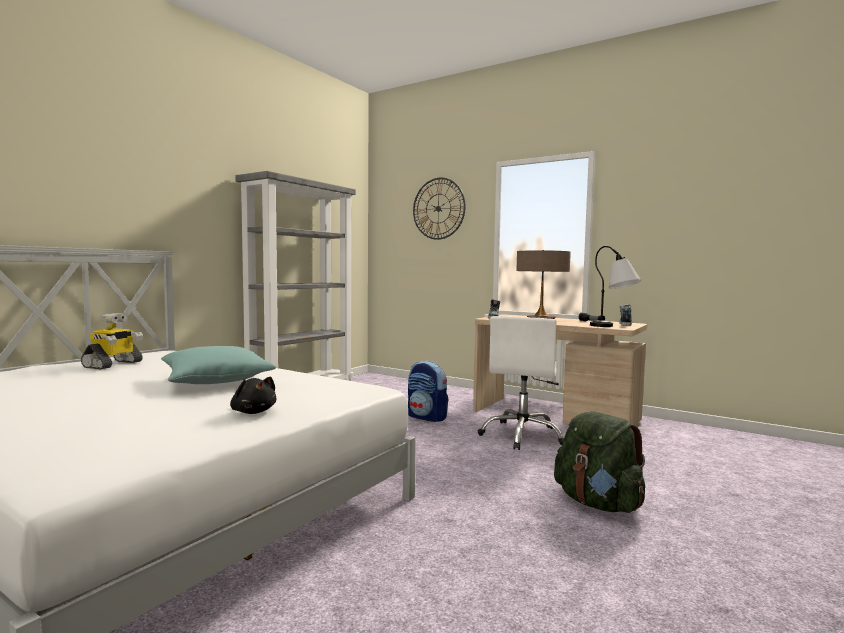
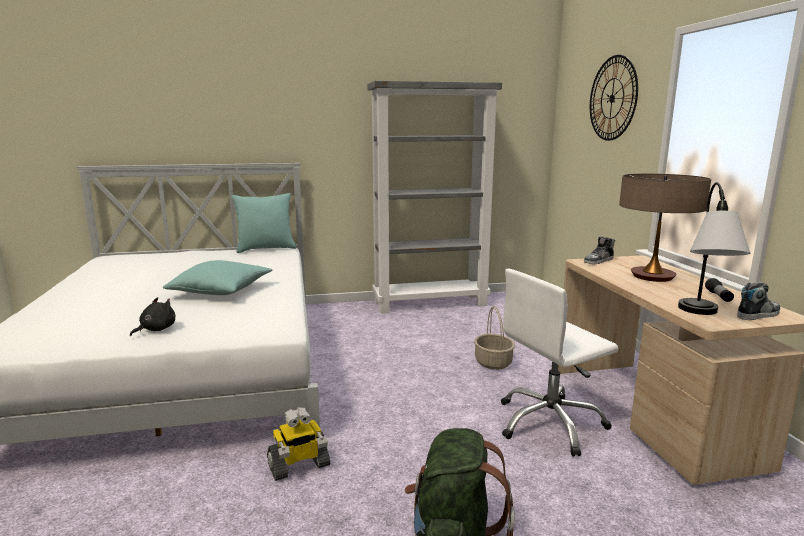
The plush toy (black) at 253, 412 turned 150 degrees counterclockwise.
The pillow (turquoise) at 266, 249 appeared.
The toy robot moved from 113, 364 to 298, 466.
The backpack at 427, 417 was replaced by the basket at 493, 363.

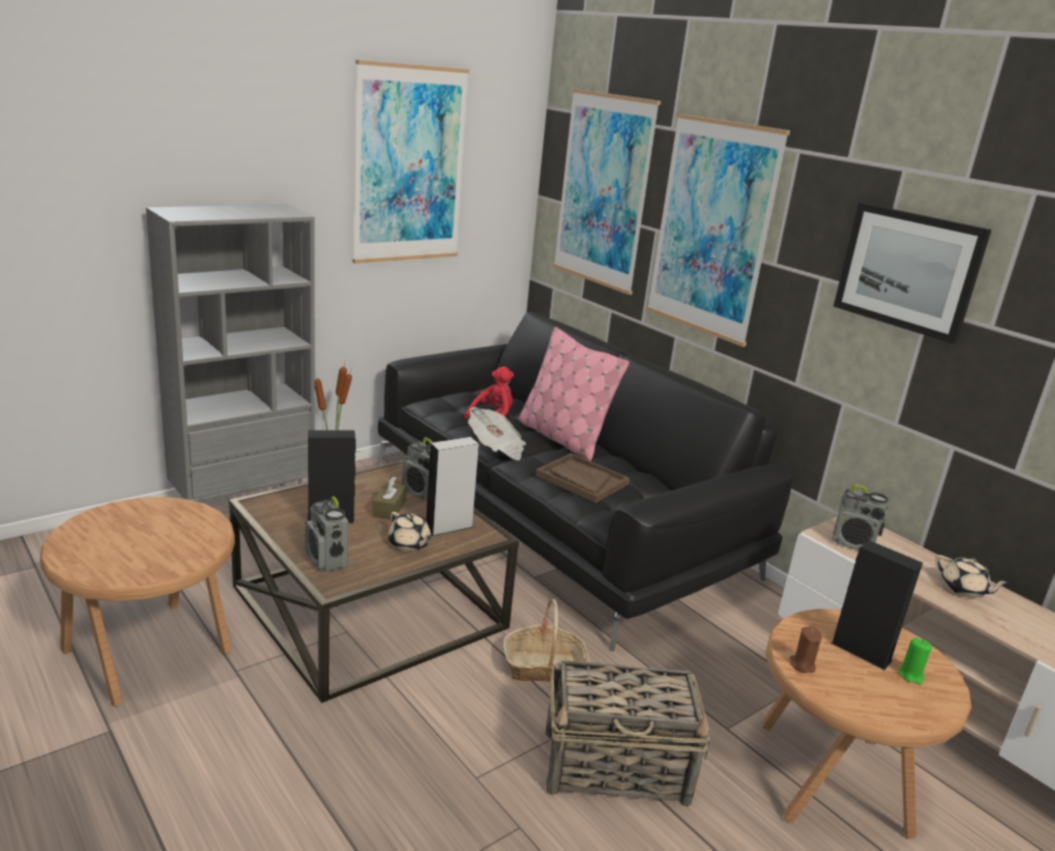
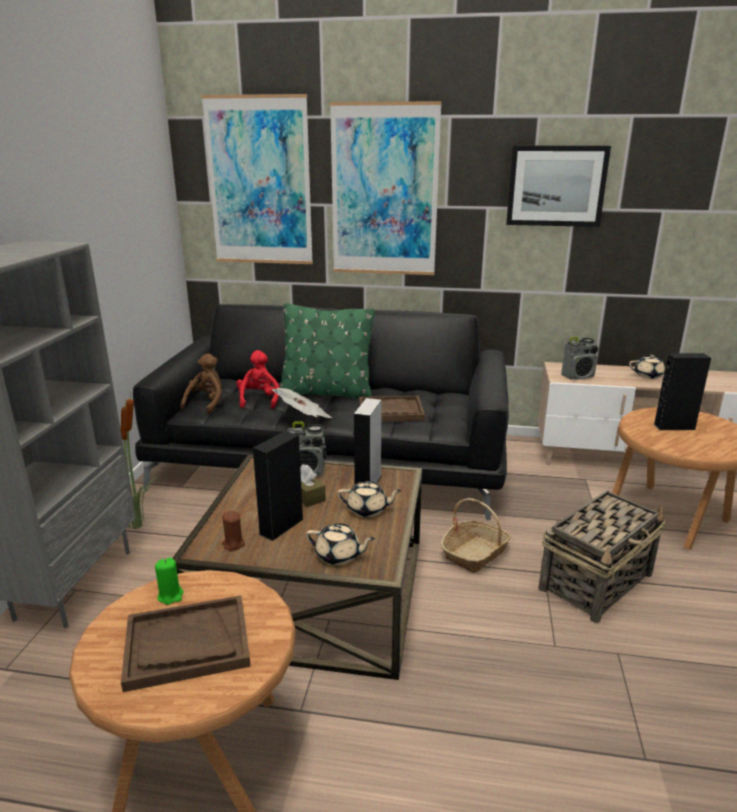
The tray (brown) at 187, 644 appeared.
The candle (green) moved from 911, 675 to 170, 596.
The plush toy (brown) at 207, 404 appeared.
The candle (brown) moved from 802, 665 to 233, 544.
The pillow (pink) at 563, 438 became the pillow (green) at 326, 392.
The radio at 326, 560 was replaced by the teapot (beige) at 339, 556.
The picture at 409, 165 disappeared.

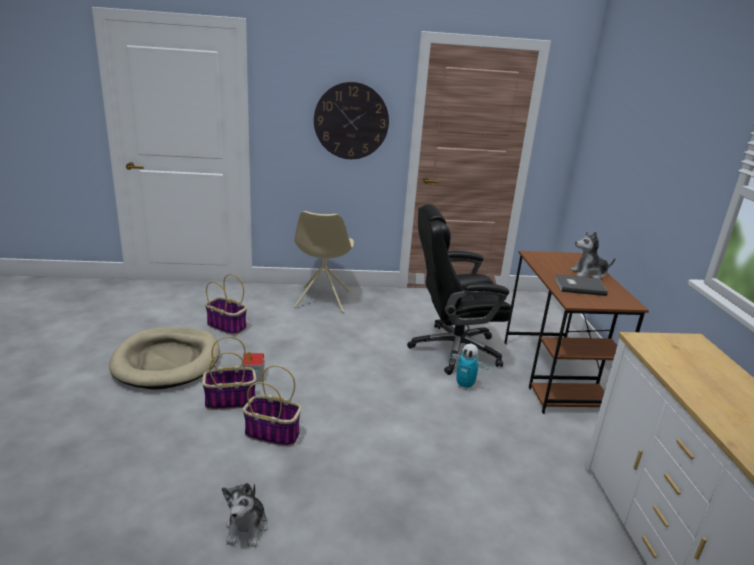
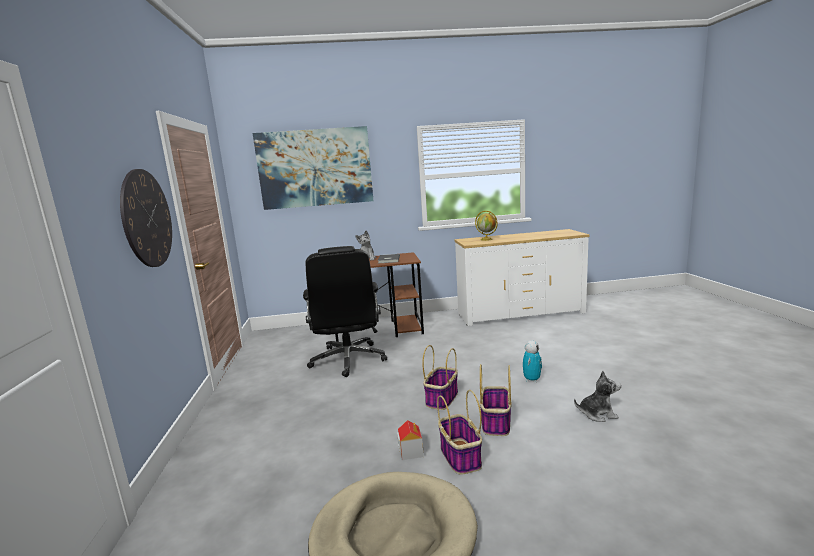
The picture at 315, 168 appeared.
The basket moved from 227, 326 to 442, 398.
The globe at 487, 239 appeared.
The toy robot moved from 464, 386 to 532, 380.
The chair (beige) at 322, 300 disappeared.

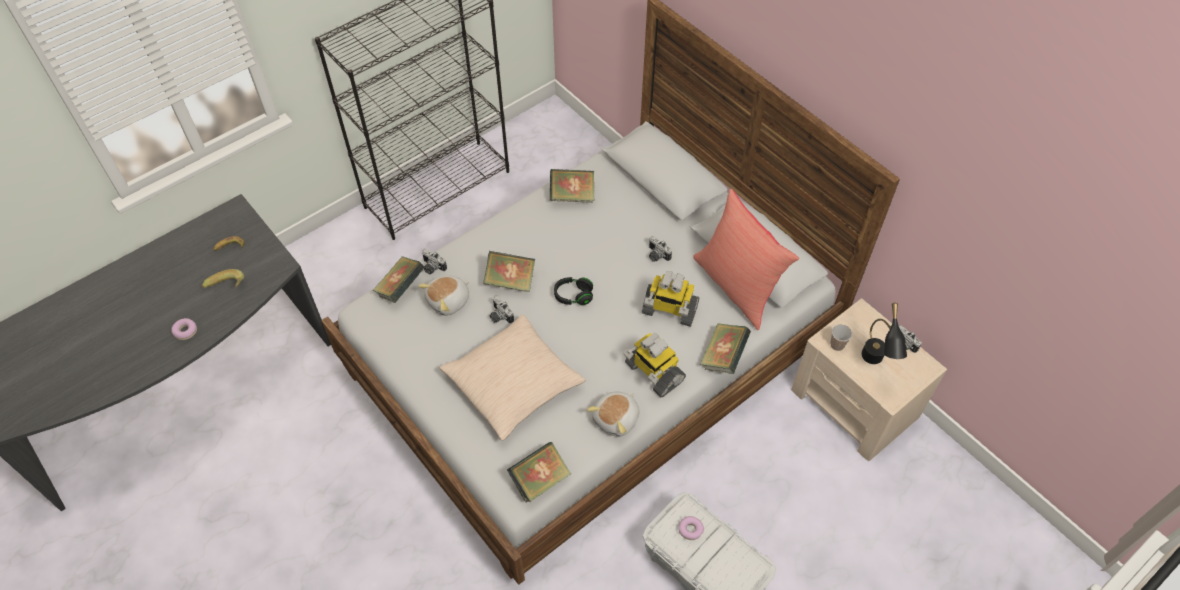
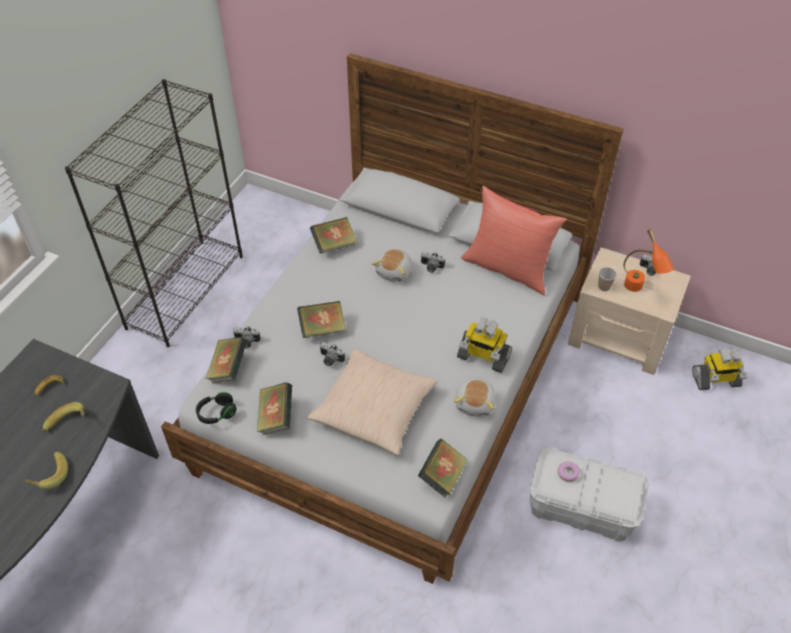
The donut at 185, 331 was replaced by the banana at 48, 476.
The headphones (black) moved from 573, 296 to 217, 413.
The book moved from 723, 357 to 276, 417.
The plush toy moved from 449, 301 to 395, 272.
The table lamp (black) at 874, 364 became the table lamp (orange) at 638, 291.
The toy robot moved from 669, 310 to 715, 380.

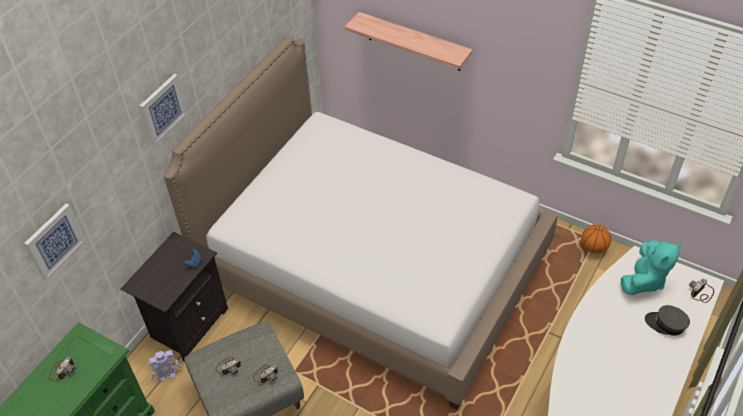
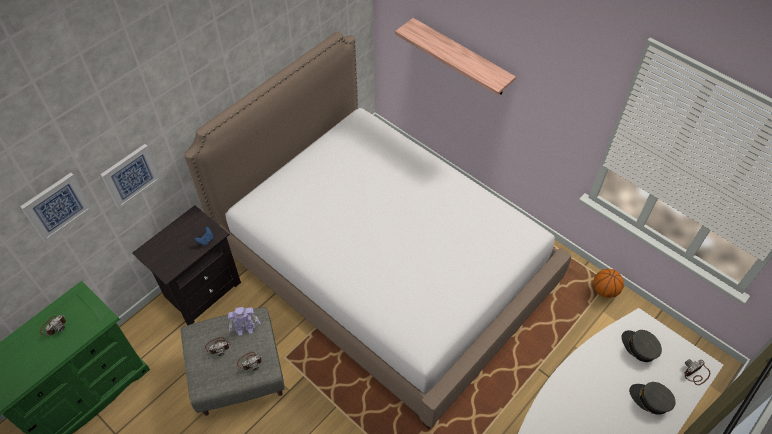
The picture moved from 162, 109 to 130, 175.
The toy robot moved from 167, 374 to 245, 329.
The plush toy (turquoise) at 644, 280 was replaced by the cap (grey) at 639, 347.

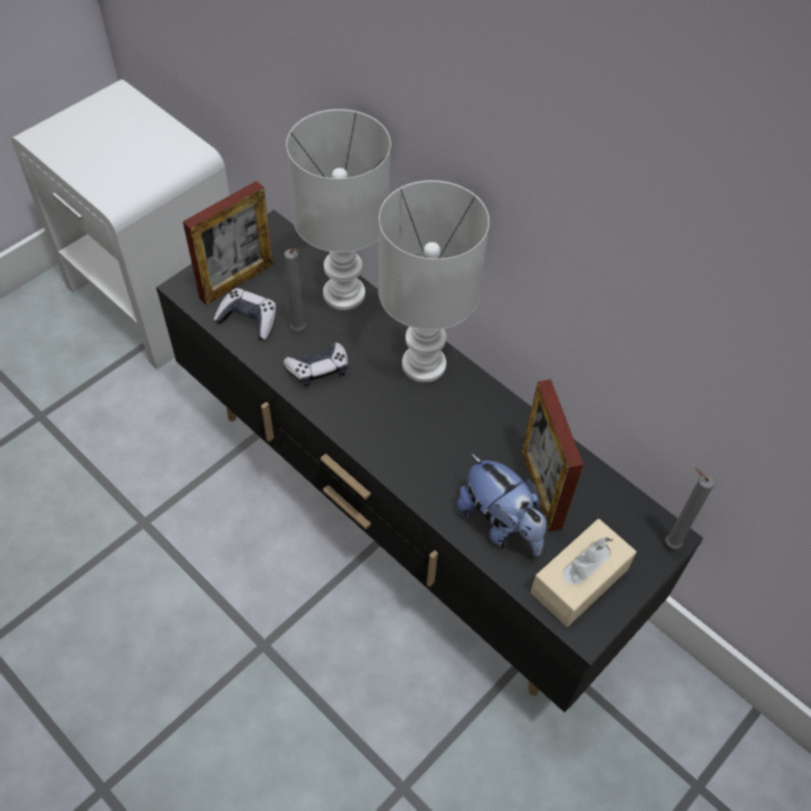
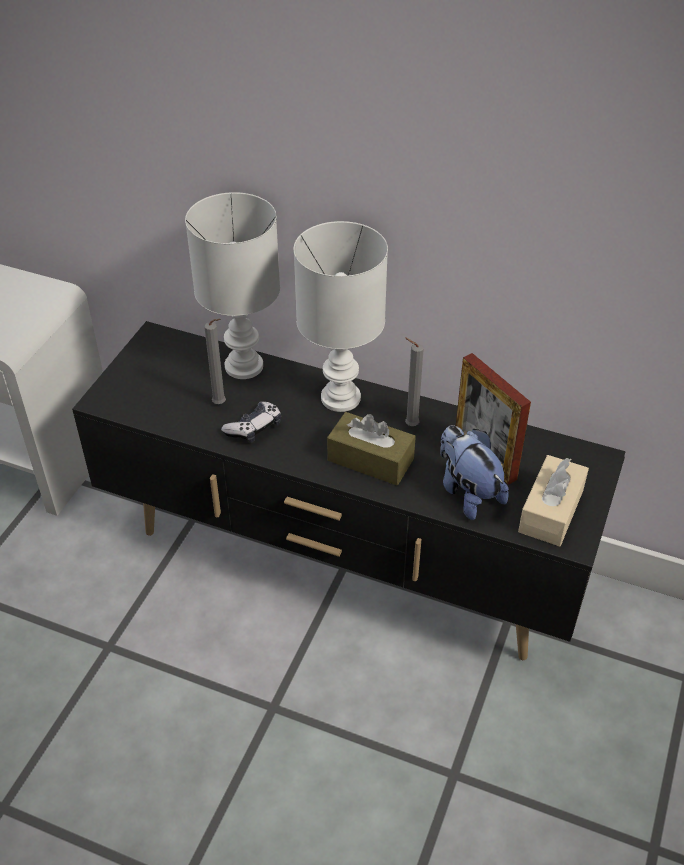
The tissue box (brown) at 370, 460 appeared.
The candle (grey) moved from 669, 543 to 409, 425.
The plush toy at 500, 524 turned 150 degrees counterclockwise.
The picture frame at 236, 281 disappeared.
The game controller at 248, 320 disappeared.

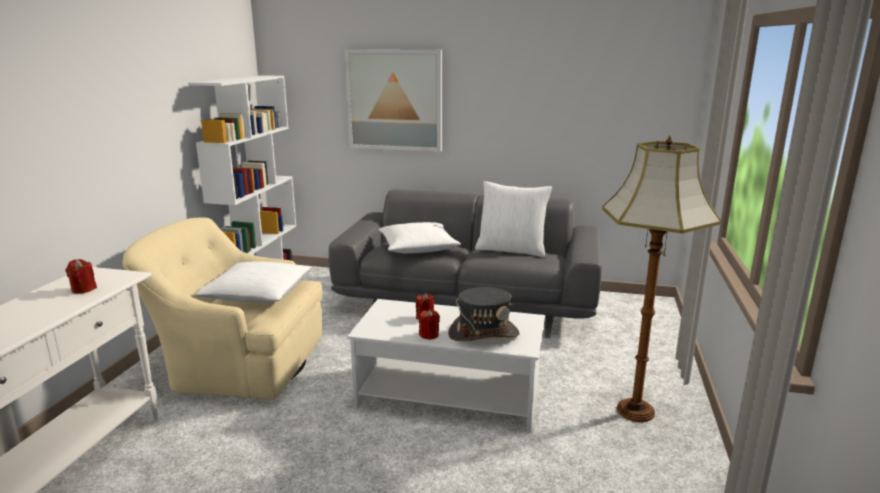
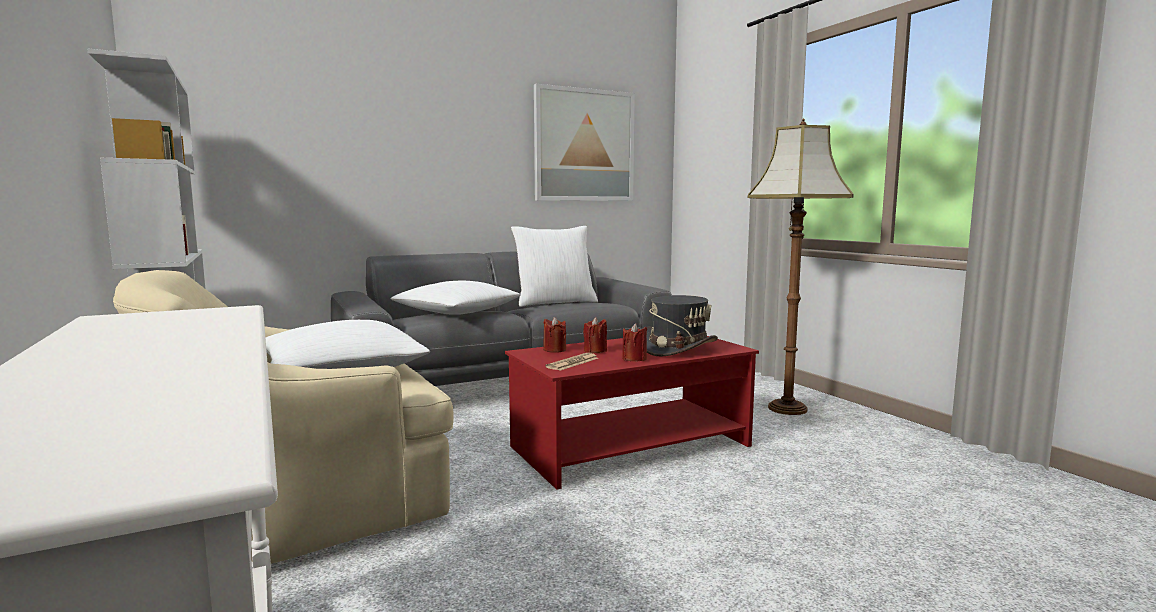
The coffee table (white) at 450, 394 became the coffee table (red) at 632, 446.
The picture moved from 394, 100 to 584, 145.
The candle (red) moved from 84, 289 to 554, 350.
The newspaper at 572, 363 appeared.

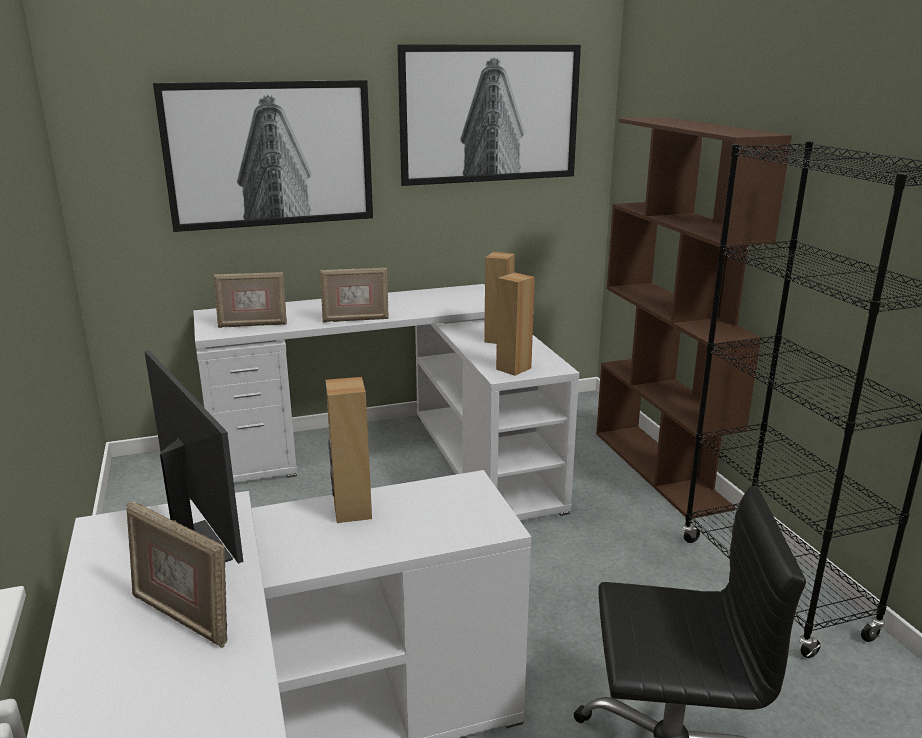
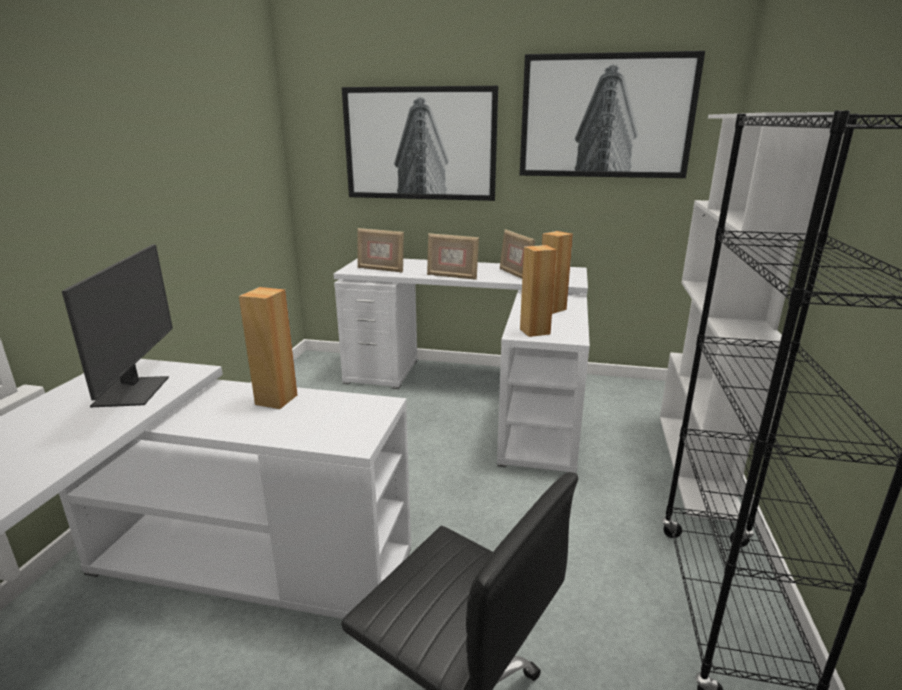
The picture frame moved from 182, 617 to 515, 274.
The bookcase (brown) at 660, 469 became the bookcase (white) at 698, 463.

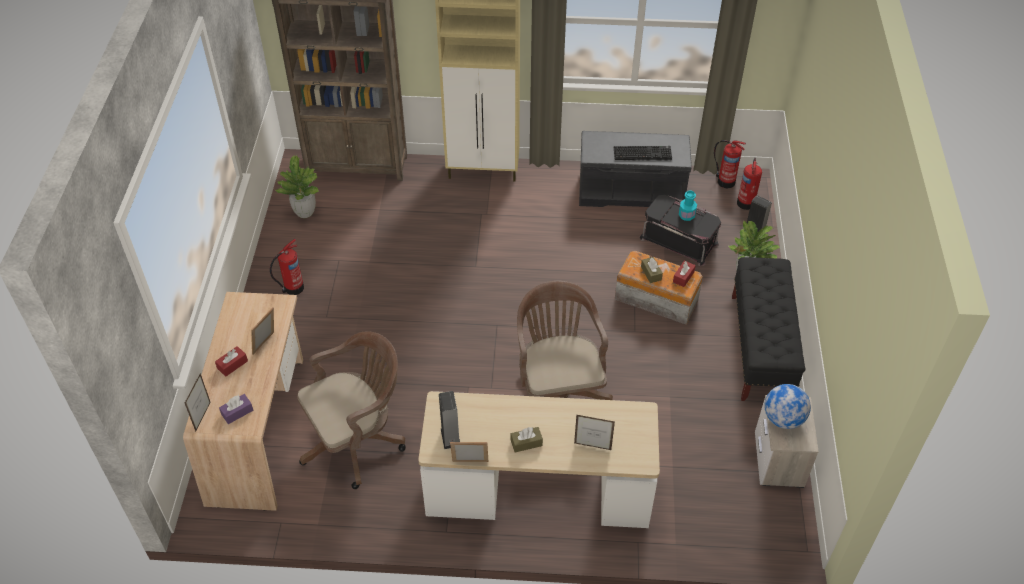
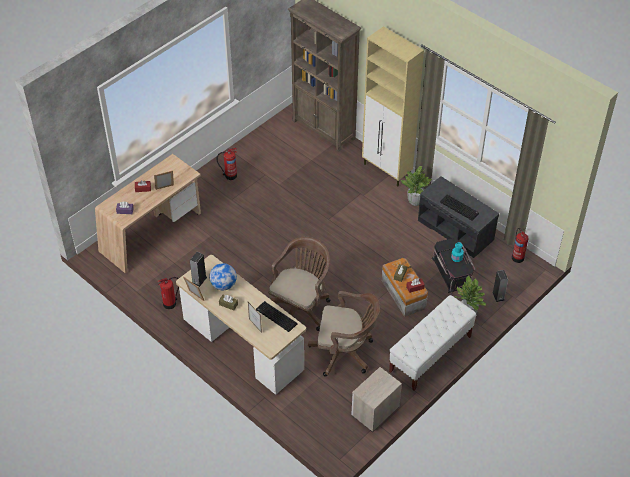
The fire extinguisher moved from 746, 202 to 170, 303.
The globe moved from 783, 419 to 223, 285.
The keyboard at 275, 317 appeared.
The office chair (brown) moved from 357, 440 to 345, 352.
The bench (black) at 760, 348 became the bench (white) at 430, 354.
The potted plant moved from 305, 212 to 415, 202.
The picture frame at 203, 416 disappeared.

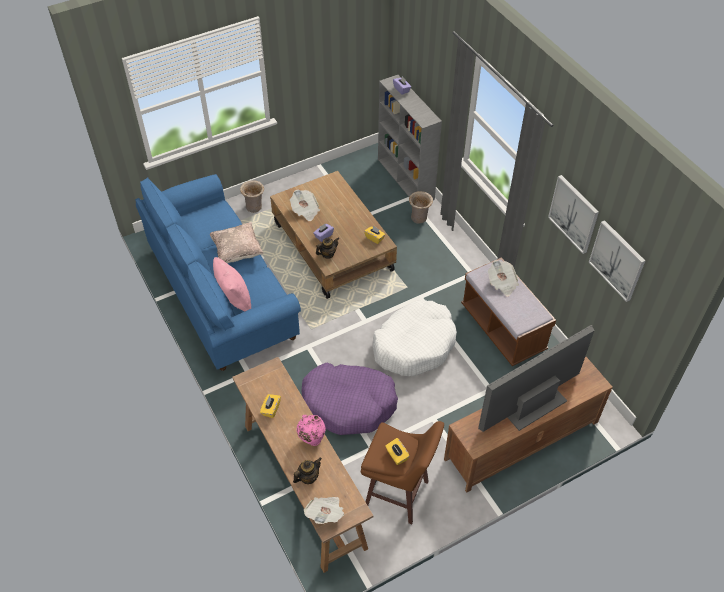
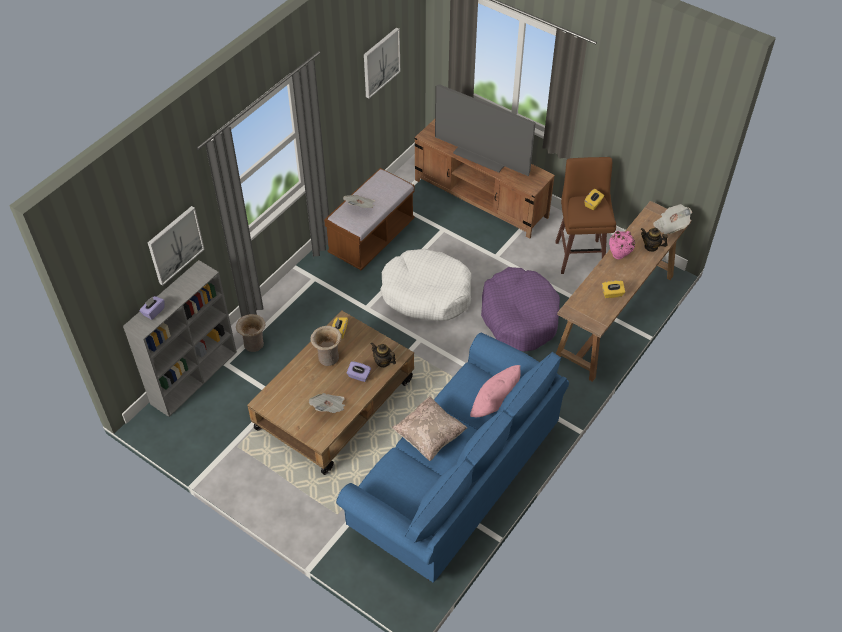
The picture moved from 574, 214 to 175, 245.
The vase (beige) moved from 254, 207 to 327, 357.

